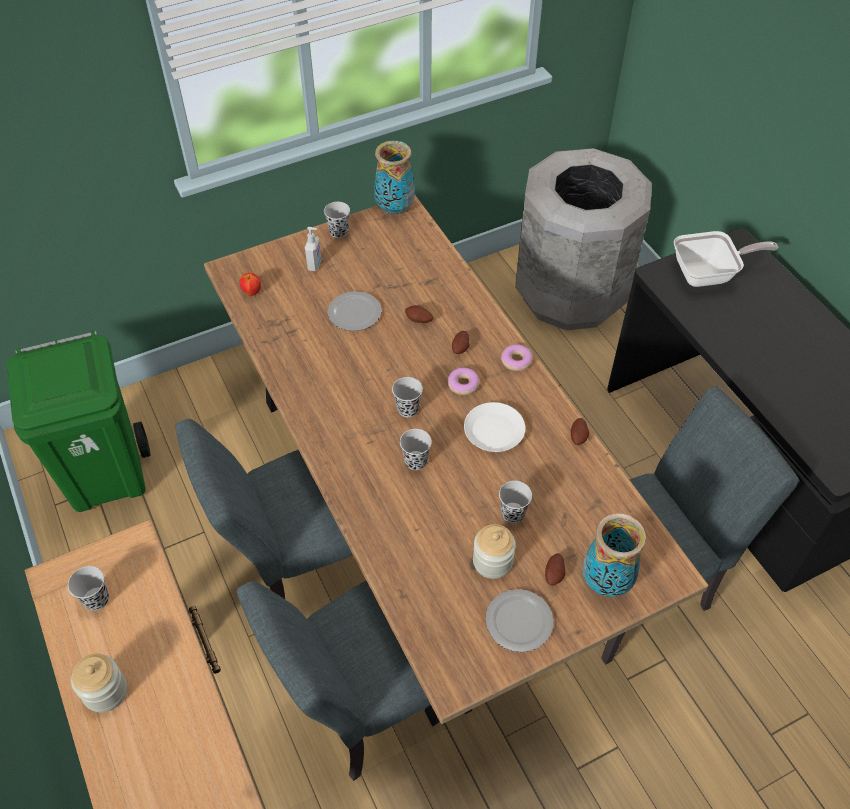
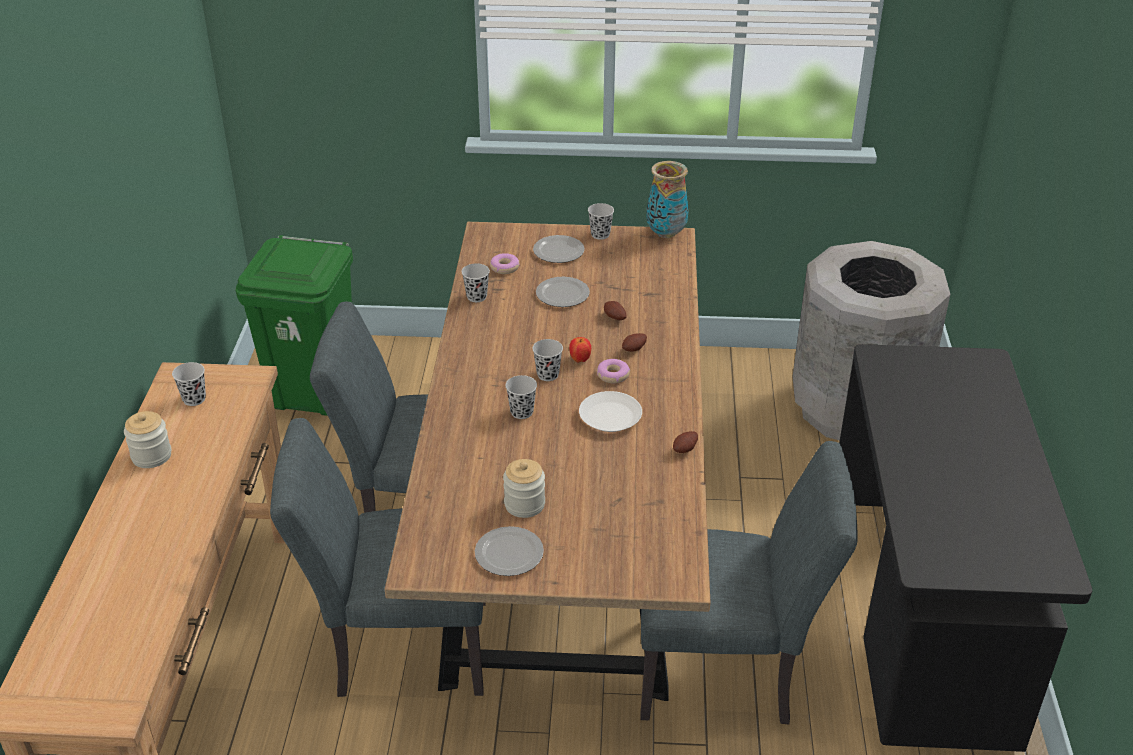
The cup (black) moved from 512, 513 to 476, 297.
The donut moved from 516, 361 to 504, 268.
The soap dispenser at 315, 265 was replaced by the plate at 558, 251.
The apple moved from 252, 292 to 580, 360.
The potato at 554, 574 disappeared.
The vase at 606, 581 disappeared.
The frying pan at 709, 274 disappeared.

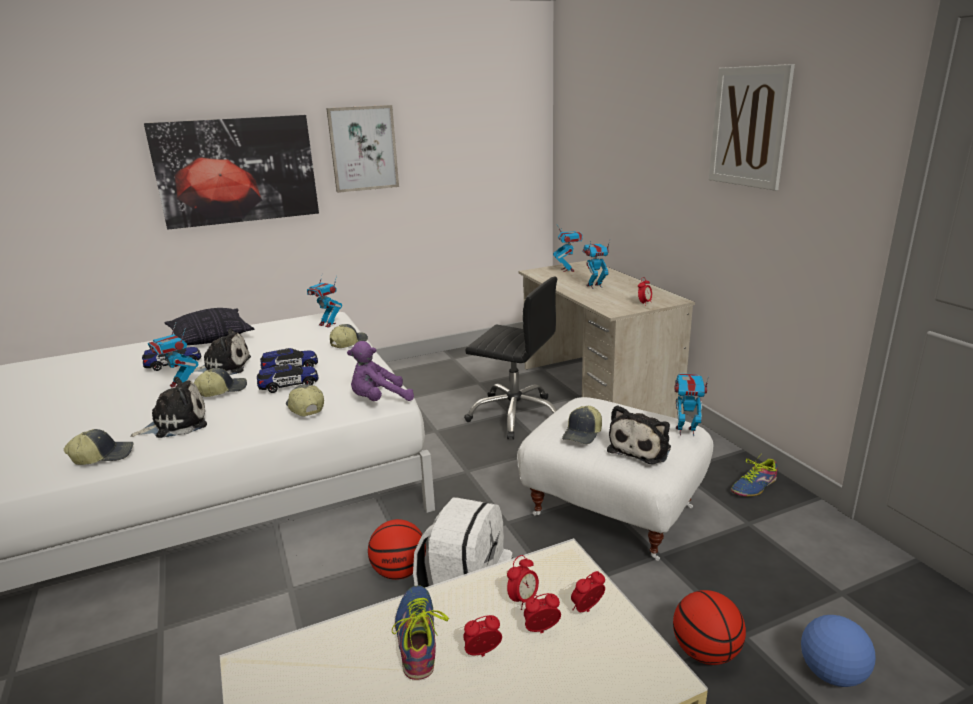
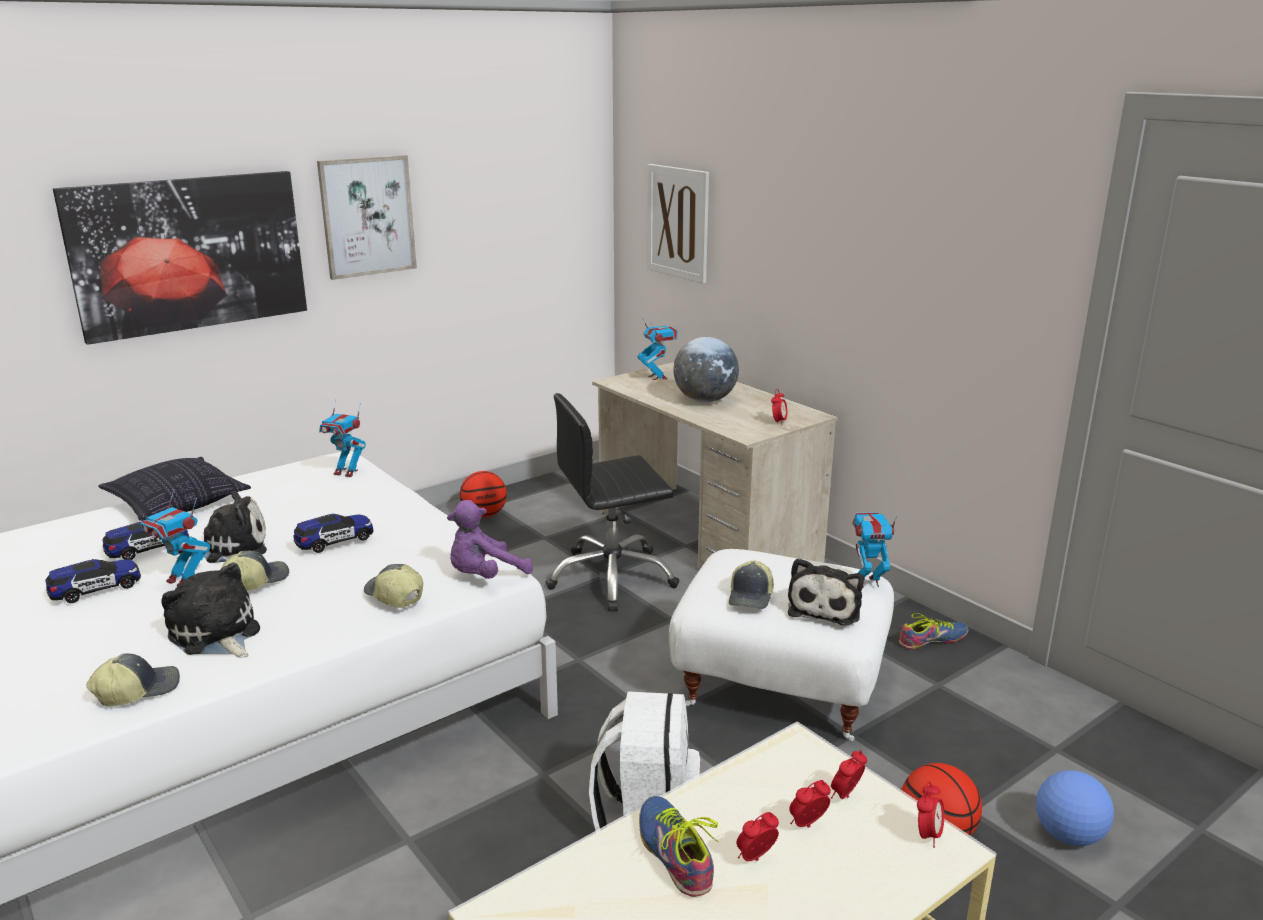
The toy car moved from 289, 385 to 96, 589.
The plush toy at 176, 424 turned 90 degrees counterclockwise.
The basketball moved from 399, 571 to 484, 515.
The office chair (black) at 515, 415 turned 150 degrees clockwise.
The picture moved from 749, 127 to 678, 222.
The toy robot at 594, 286 was replaced by the globe at 705, 400.
The shoe at 754, 486 turned 150 degrees counterclockwise.
The alarm clock moved from 523, 600 to 927, 835.
The cap at 348, 343 disappeared.

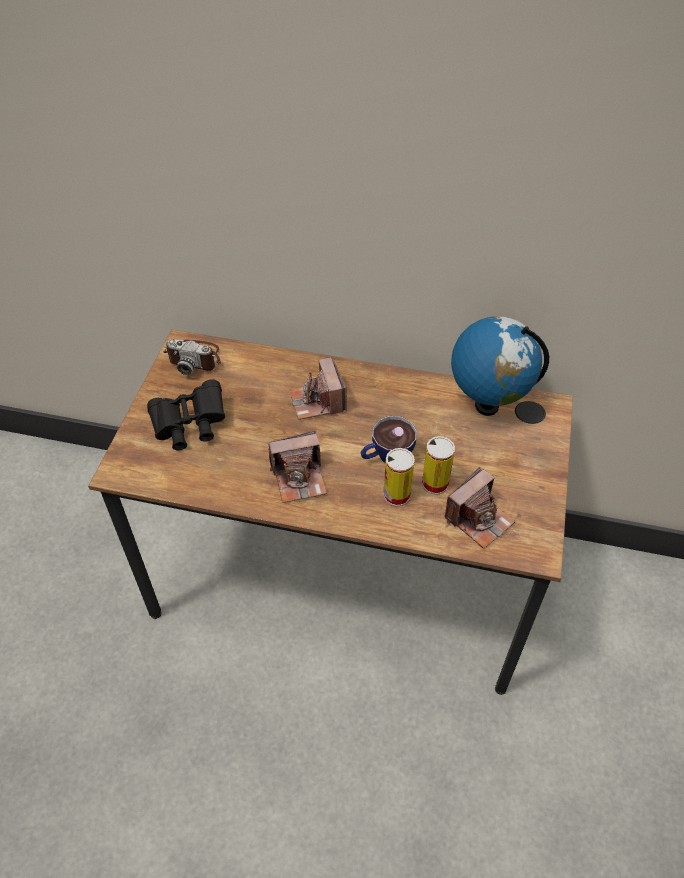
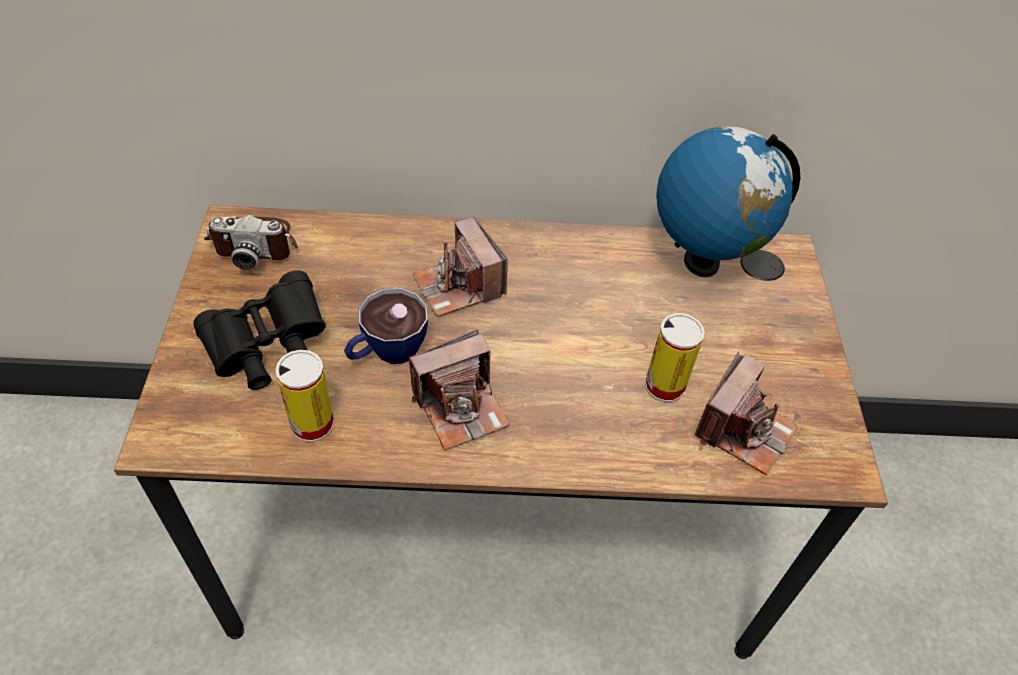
The can moved from 396, 495 to 312, 424.
The cup moved from 386, 457 to 386, 352.

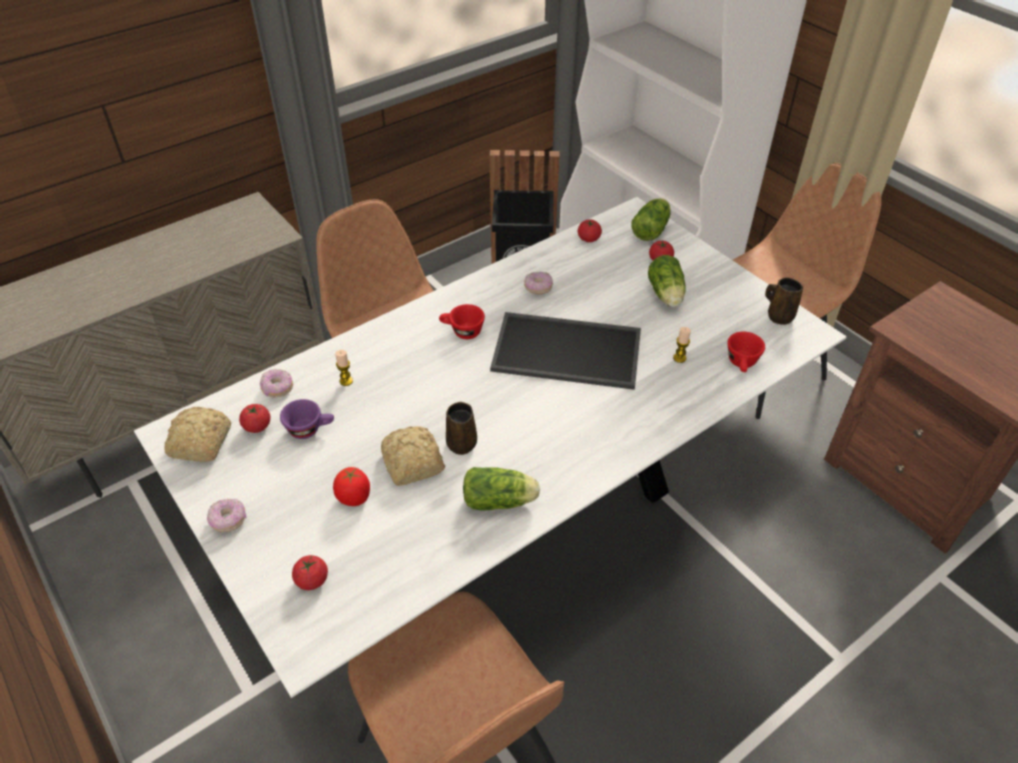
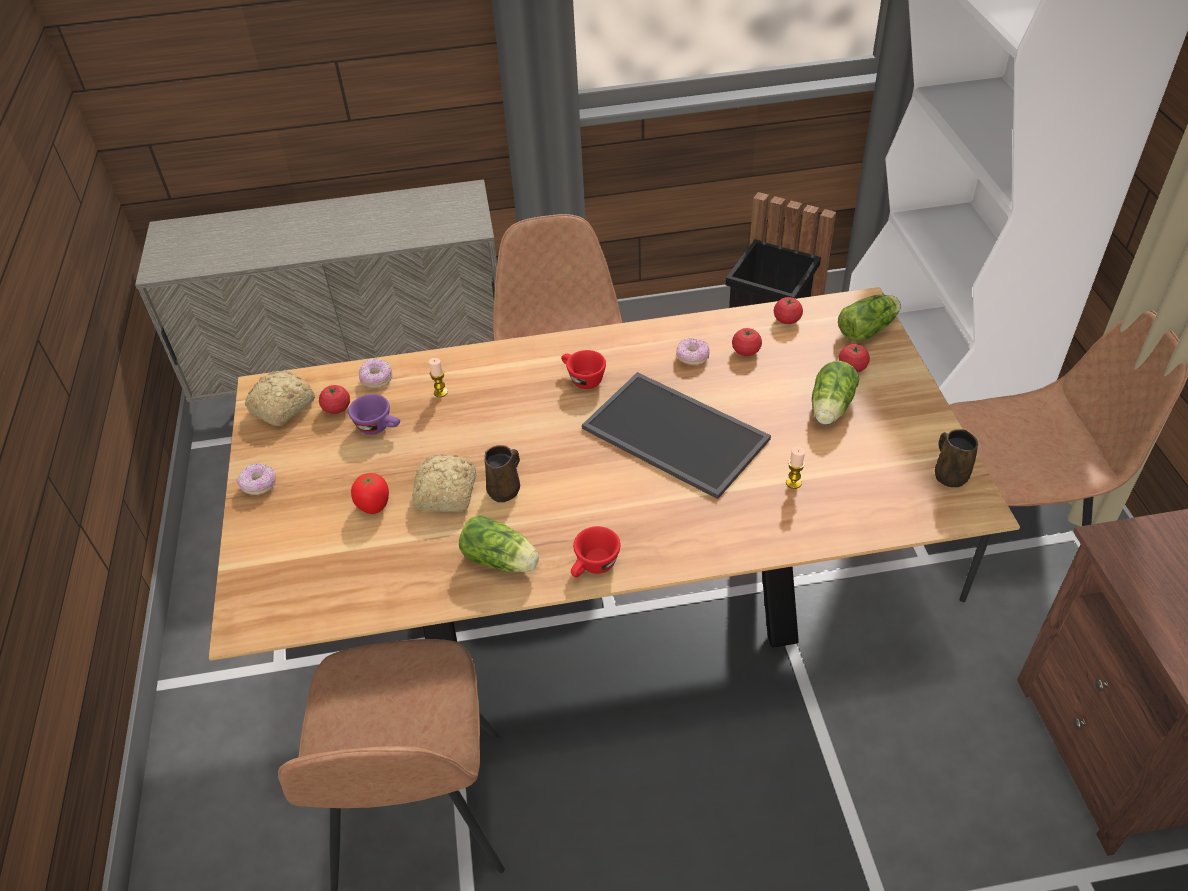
The dining table (white) at 509, 524 became the dining table (brown) at 603, 607.
The cup (red) moved from 742, 364 to 594, 567.
The tomato moved from 312, 580 to 746, 351.

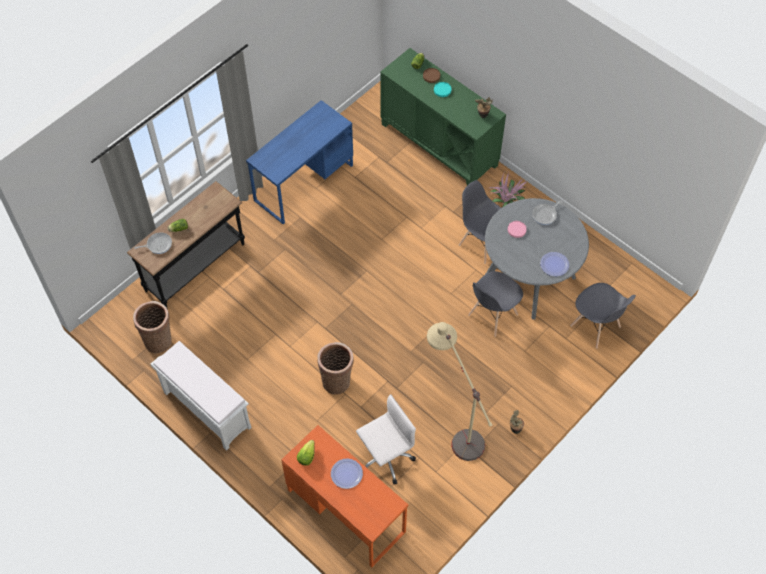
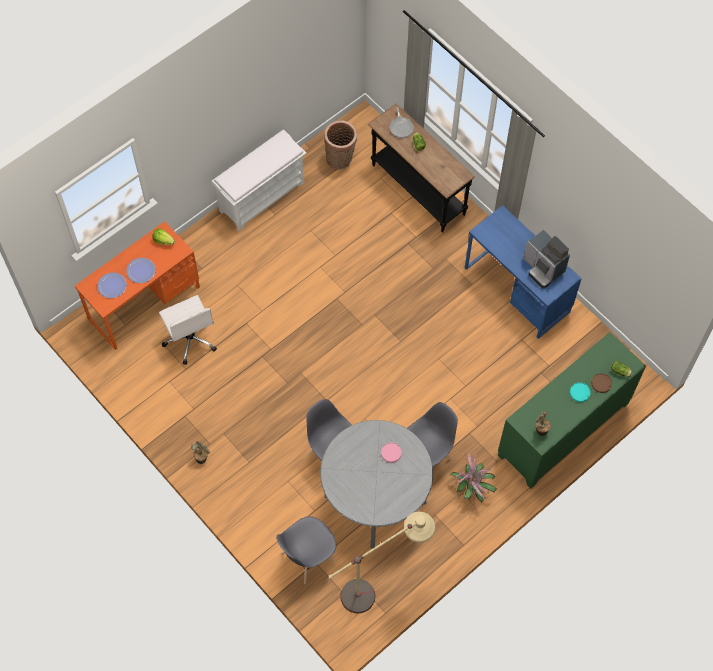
The plate moved from 554, 264 to 112, 285.
The floor lamp (beige) moved from 455, 426 to 380, 585.
The coffee machine at 543, 268 appeared.
The basket at 337, 380 disappeared.
The frying pan at 545, 215 disappeared.

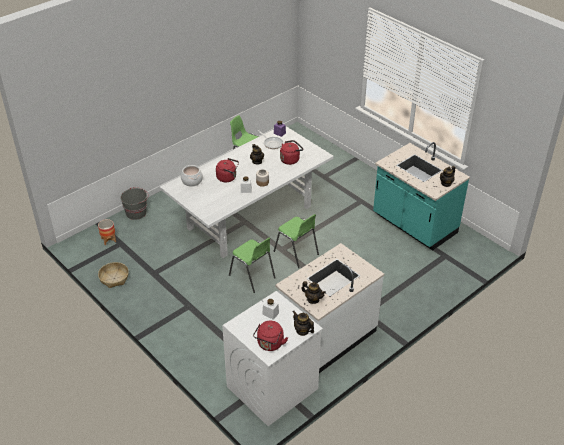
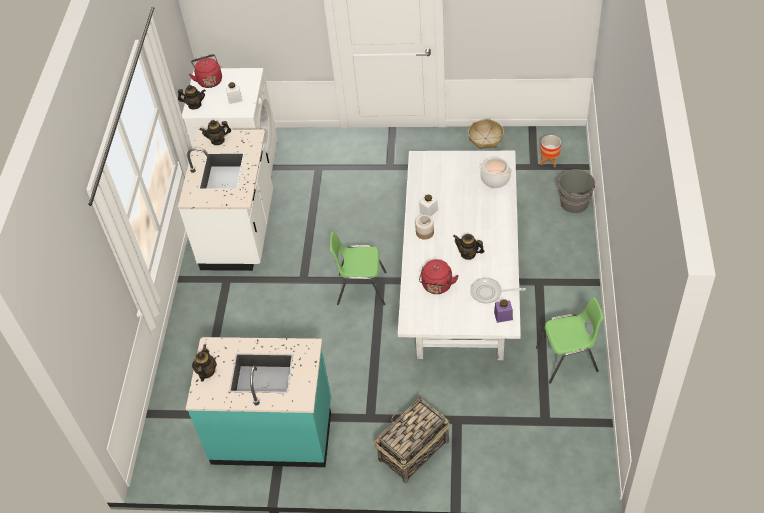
The basket at 413, 451 appeared.
The kettle (red) at 228, 178 disappeared.
The chair (green) at 252, 277 disappeared.

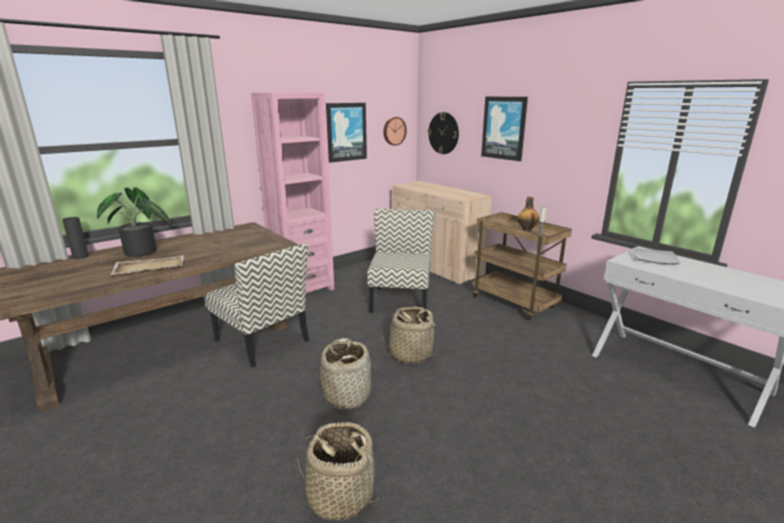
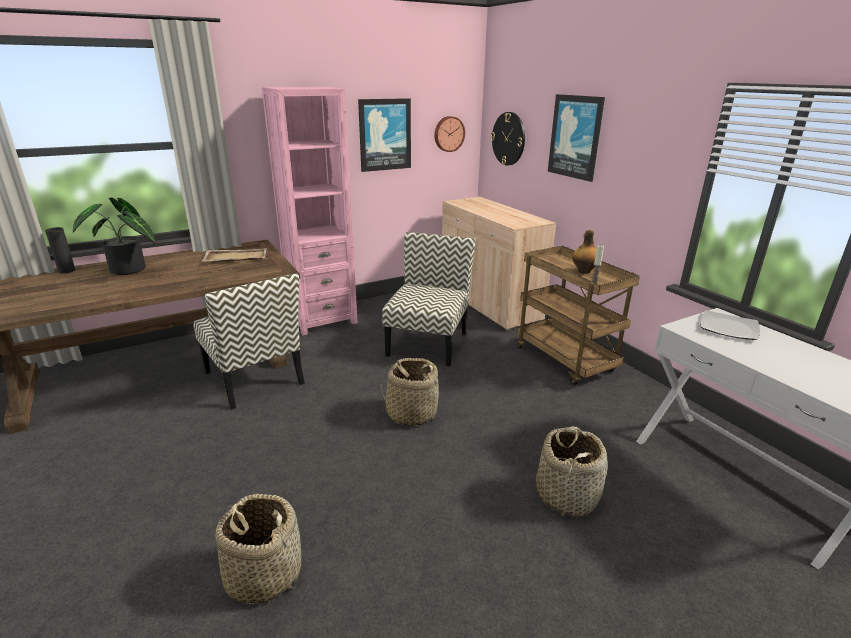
The tray (beige) moved from 149, 267 to 235, 257.
The basket moved from 347, 395 to 567, 495.

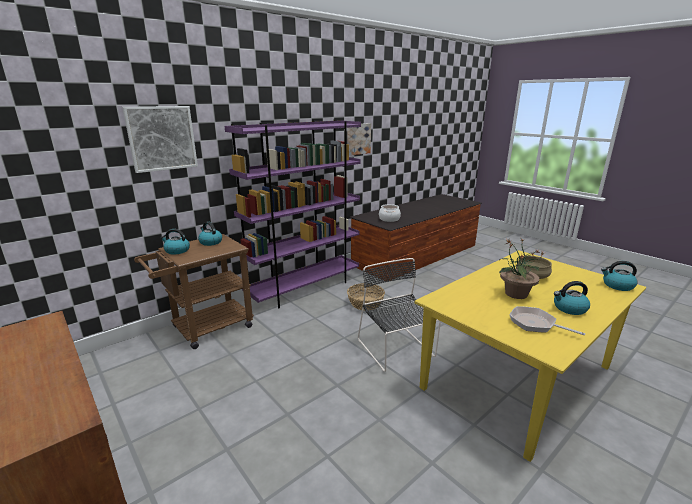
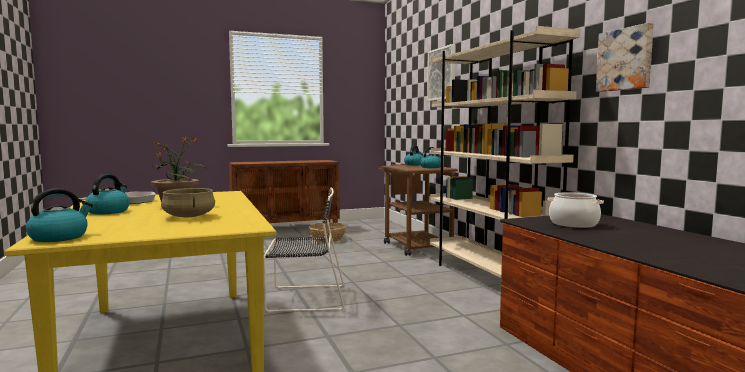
The basket moved from 365, 303 to 327, 239.
The bookcase (purple) at 305, 288 became the bookcase (beige) at 488, 278.

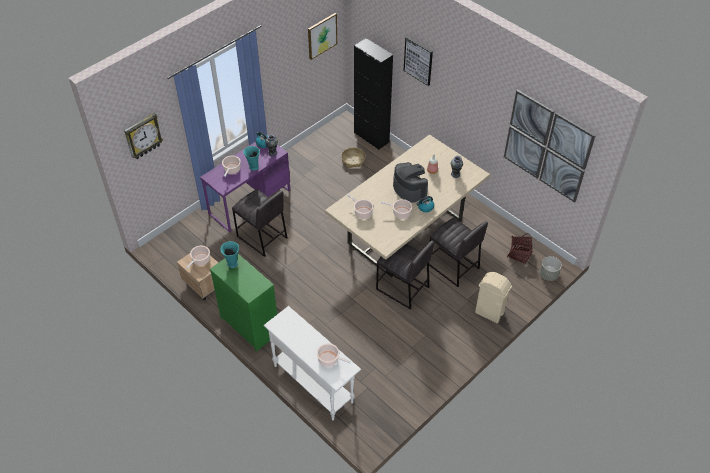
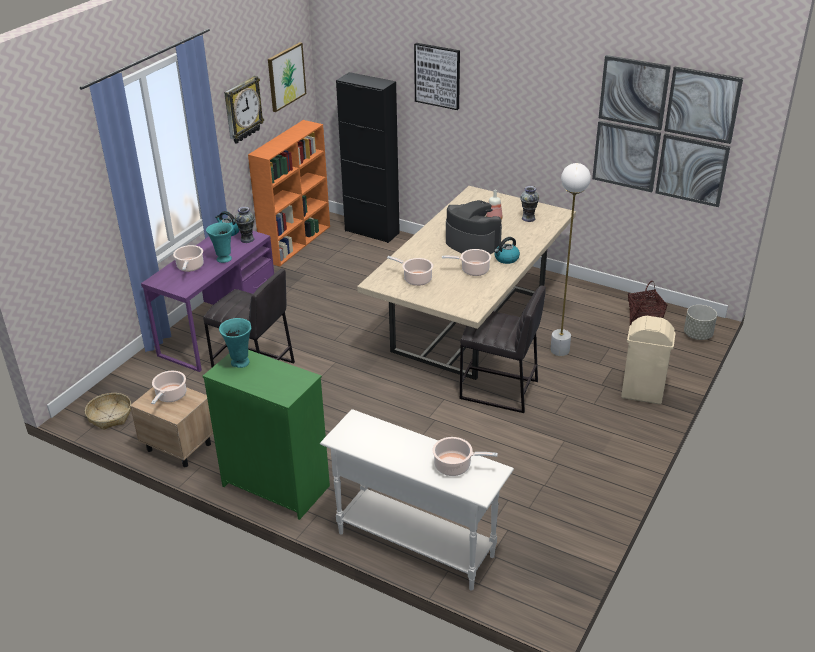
The basket moved from 353, 160 to 110, 416.
The wall clock moved from 143, 136 to 242, 110.
The bookcase (orange) at 296, 242 appeared.
The stool (grey) at 453, 266 was replaced by the floor lamp (white) at 560, 350.

